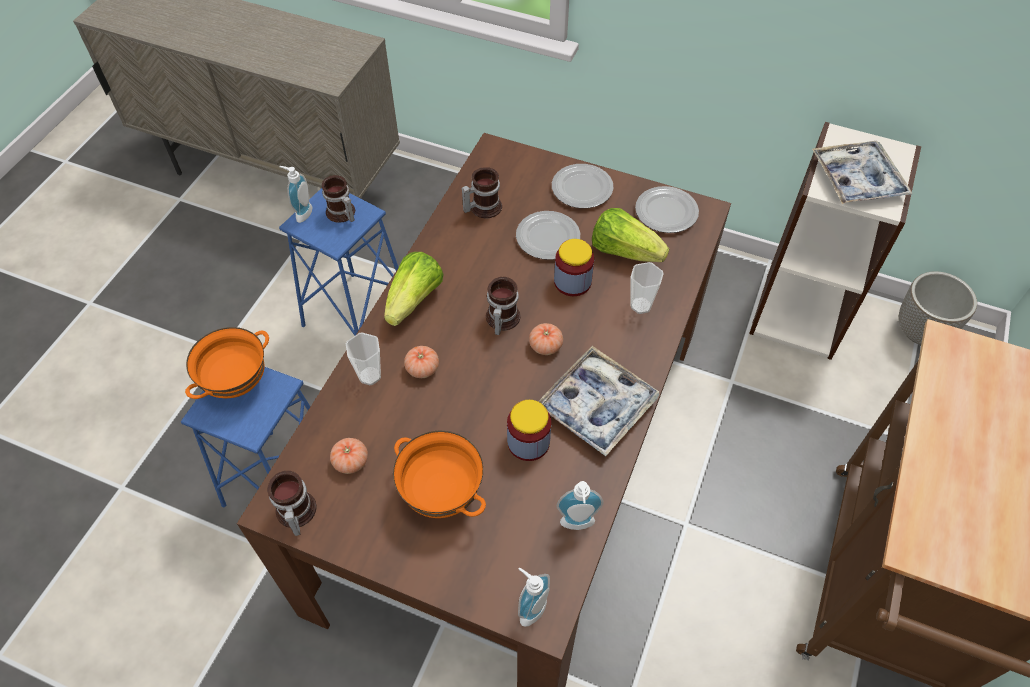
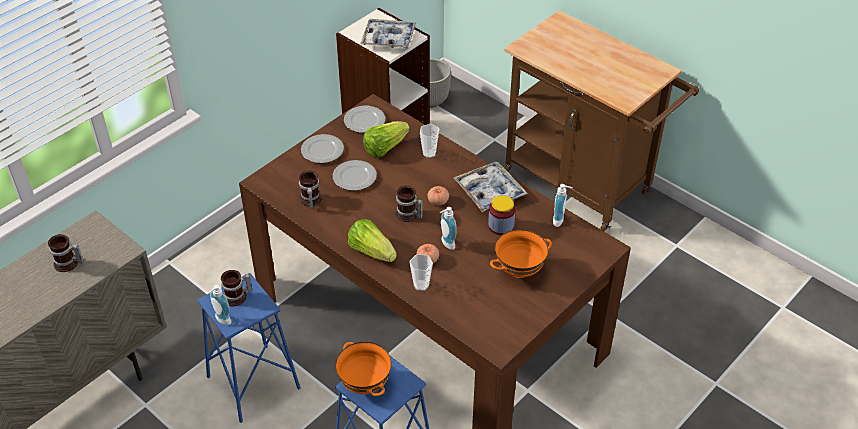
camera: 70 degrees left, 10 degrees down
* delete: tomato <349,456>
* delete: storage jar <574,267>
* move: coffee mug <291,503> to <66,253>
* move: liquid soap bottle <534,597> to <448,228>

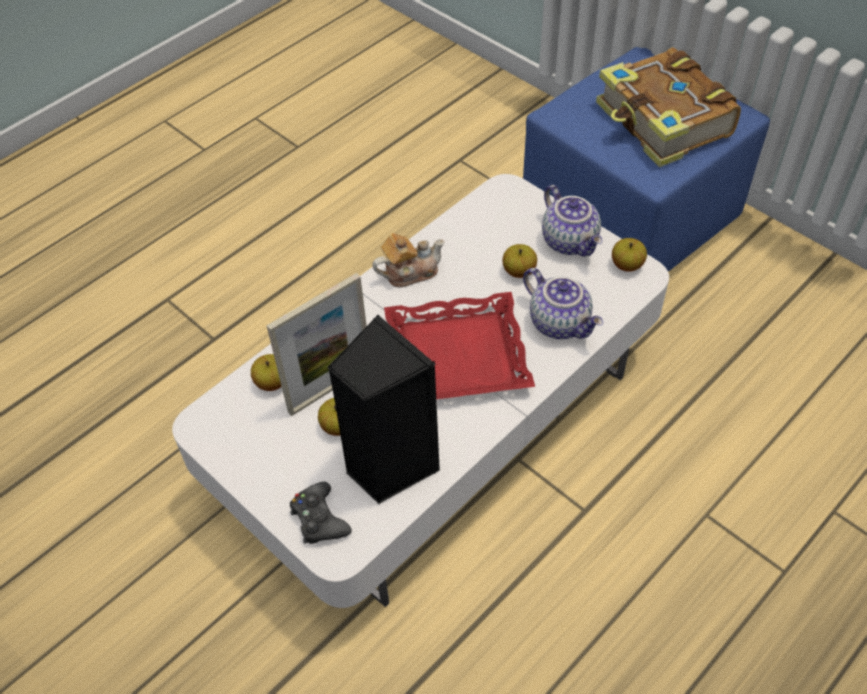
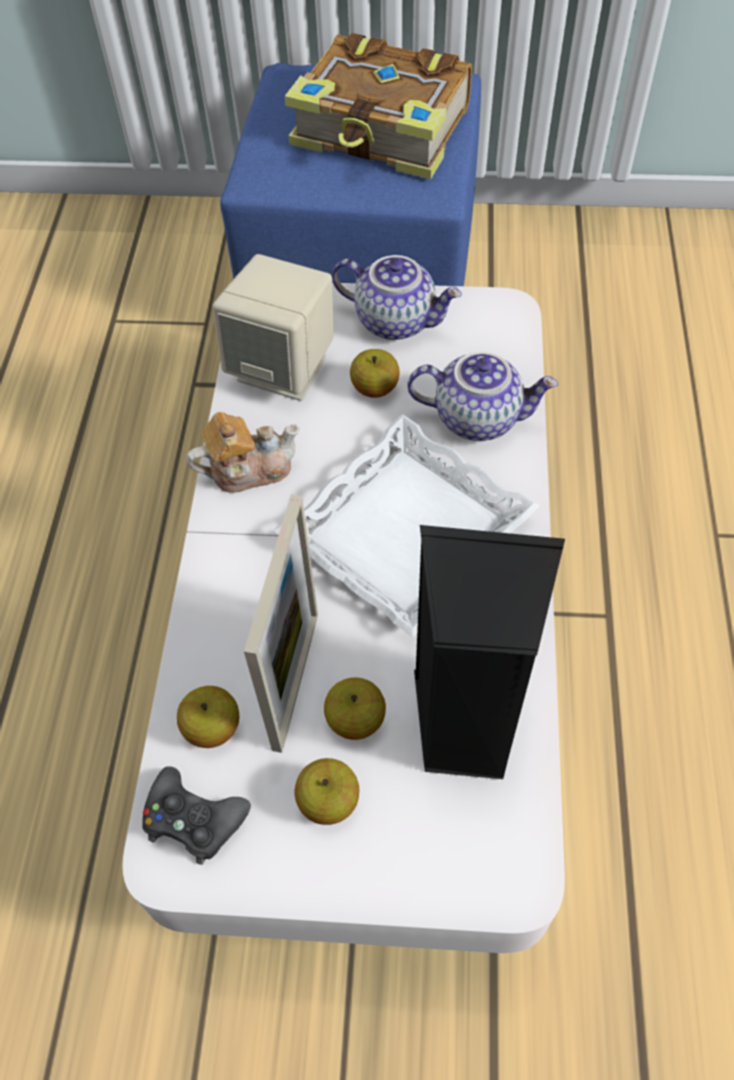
camera: 40 degrees left, 5 degrees up
* insert: beige audio speaker <273,327>
* move: black gamepad <321,513> to <196,815>
* move: apple fruit <629,255> to <326,791>
* recolor: reddish serving tray <459,345> to white serving tray <406,526>
* rotate: teapot <408,260> = <243,452> 45 degrees clockwise

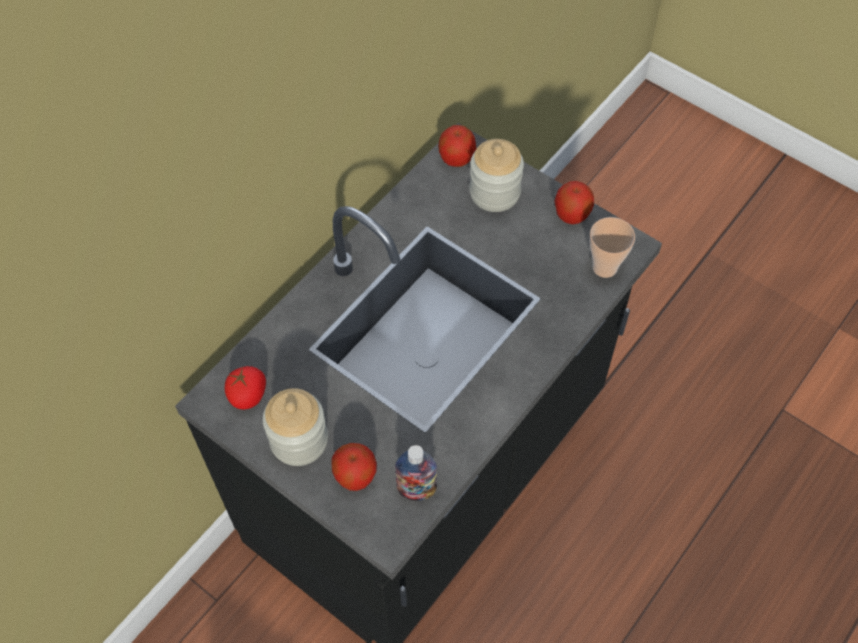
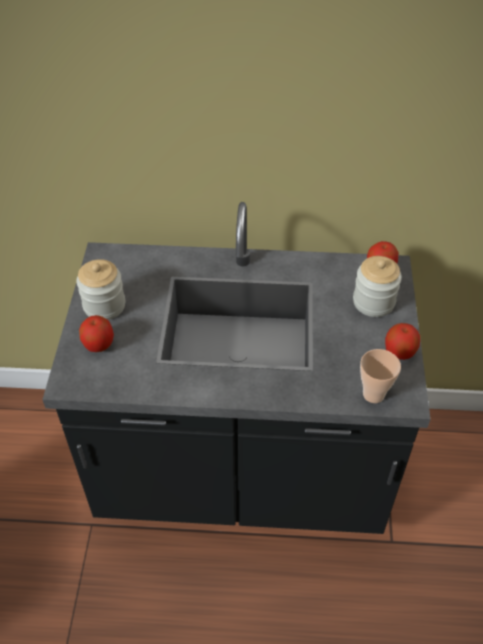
camera: 55 degrees right, 10 degrees down
* delete: tomato <245,387>
* delete: bottle <416,473>

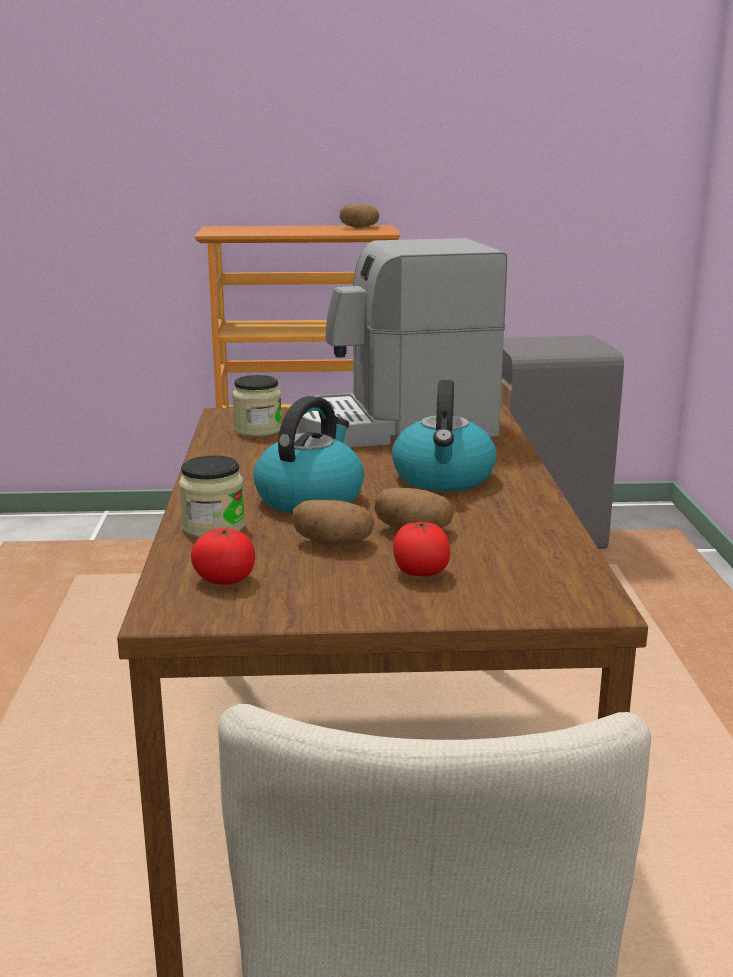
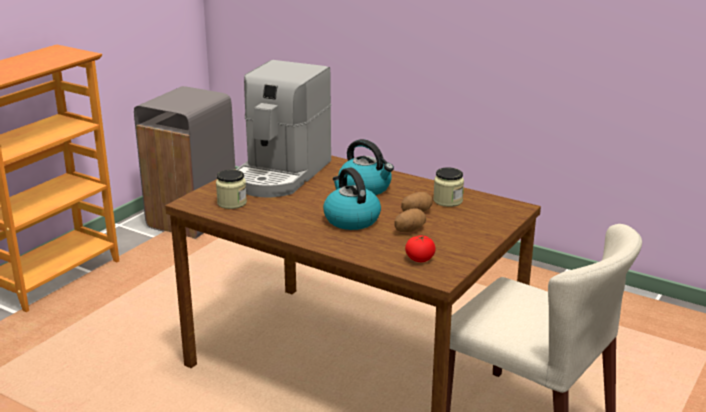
camera: 55 degrees left, 5 degrees up
* delete: potato <359,216>
* delete: tomato <421,548>
* move: storage jar <211,497> to <448,187>

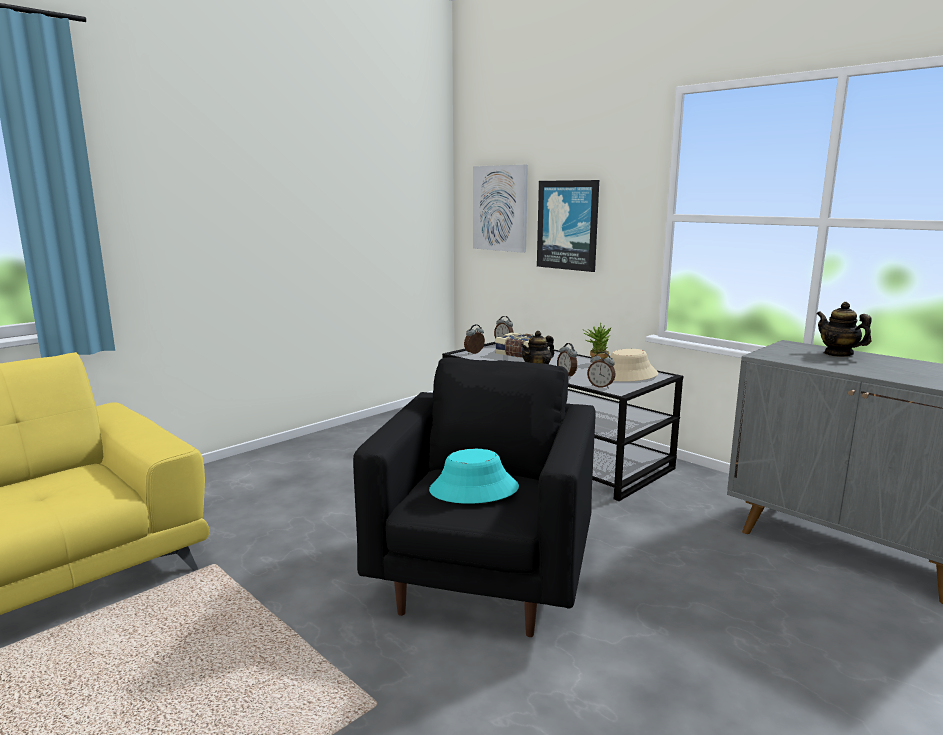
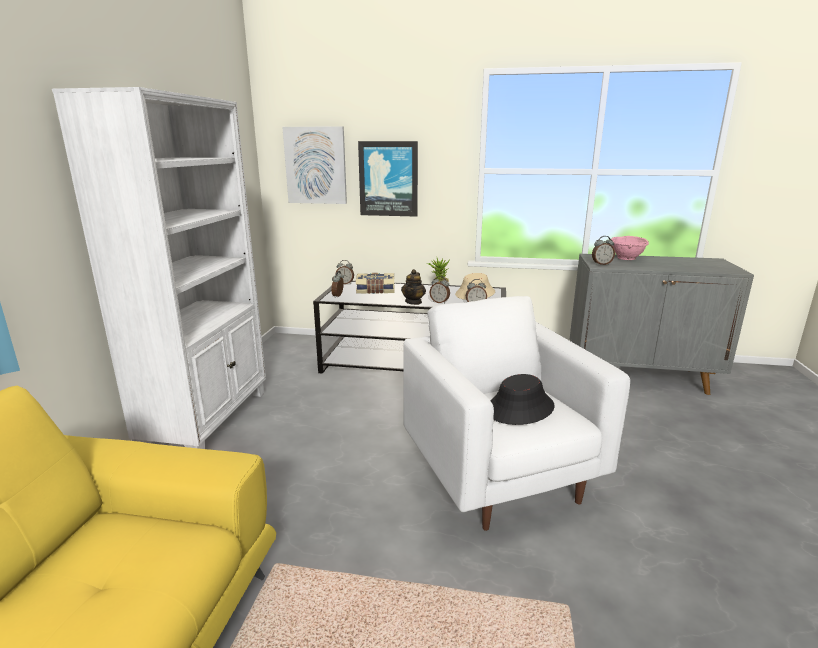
camera: 35 degrees left, 5 degrees up
* insert: white bookcase <159,268>
* insert: bedside clock <603,250>
* replace: teapot <844,329> to pink serving bowl <630,248>
* recolor: black easy chair <474,497> to white easy chair <516,413>
* recolor: turquoise clothing hat <474,476> to black clothing hat <523,399>

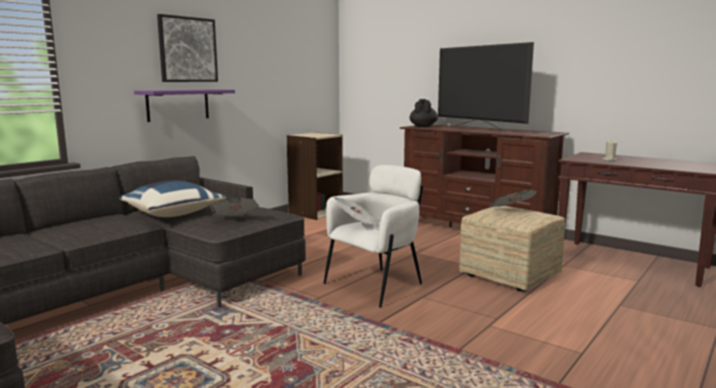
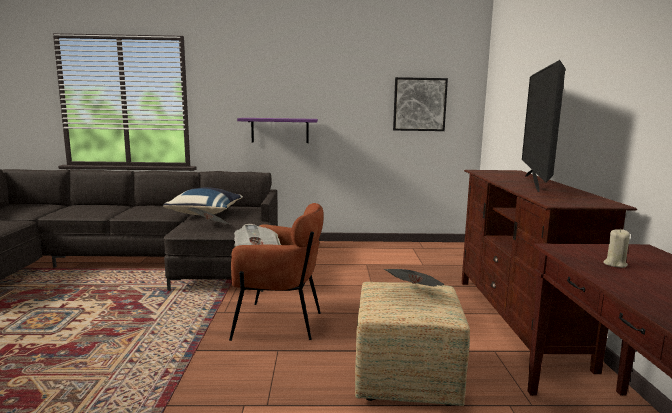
camera: 50 degrees right, 0 degrees up
* delete: beige bookcase <315,176>
* delete: black teapot <424,113>
* move: wall picture <187,48> to <420,104>
* recolor: white easy chair <373,236> to brown-coloured easy chair <276,272>

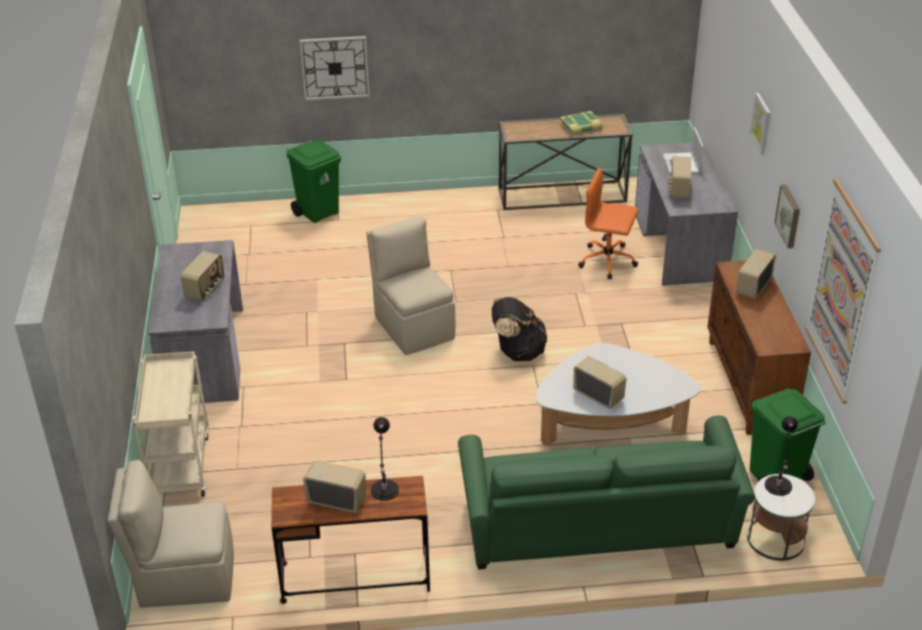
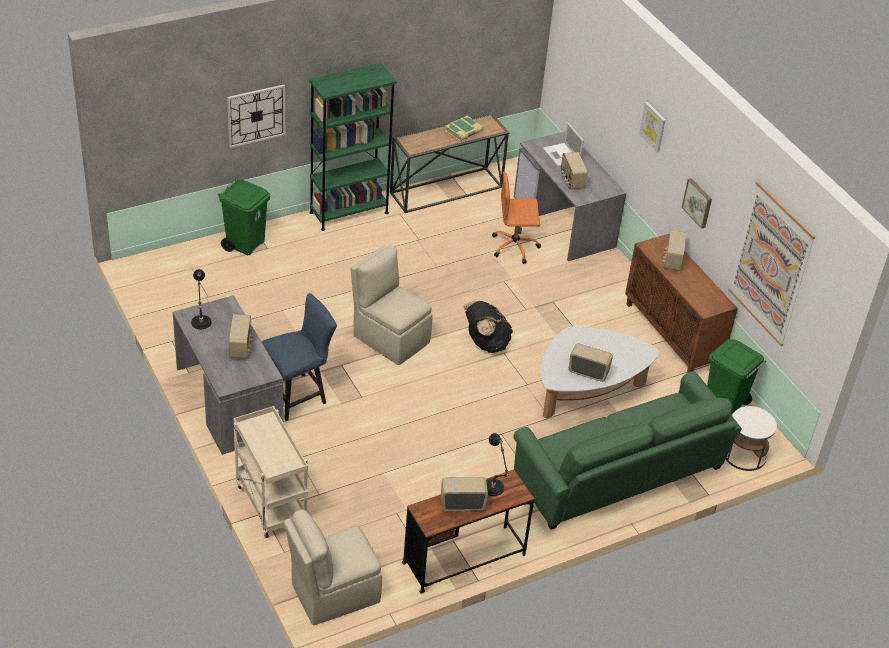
camera: 25 degrees left, 5 degrees up
* insert: blue upright chair <299,357>
* insert: green-coloured bookcase <352,147>
* move: black table lamp <781,456> to <201,299>

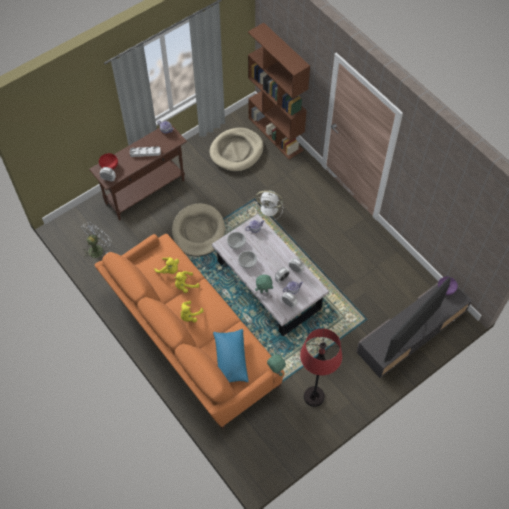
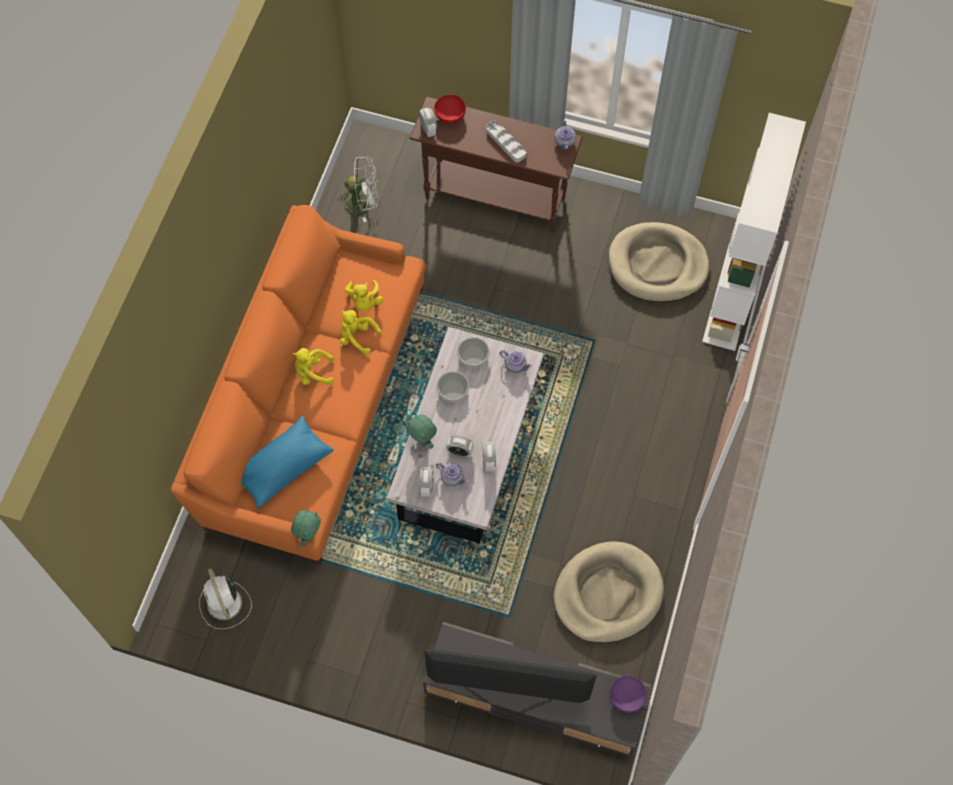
camera: 55 degrees right, 5 degrees up
* delete: reddish standard lamp <321,367>
* move: beige pet bed <198,230> to <609,592>
* move: white fan <269,204> to <225,598>
* recolor: brown-coloured bookcase <279,91> to white bookcase <754,232>

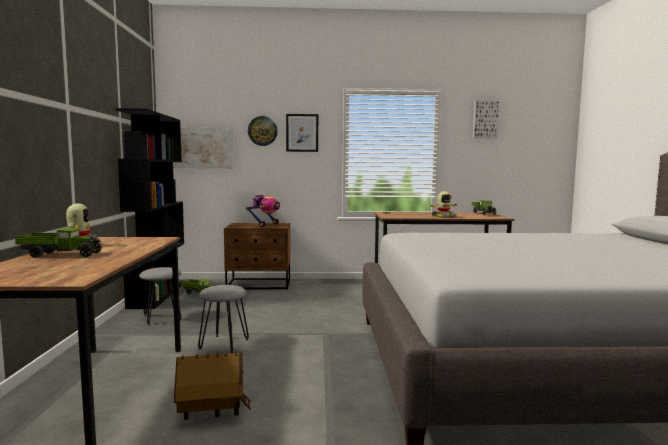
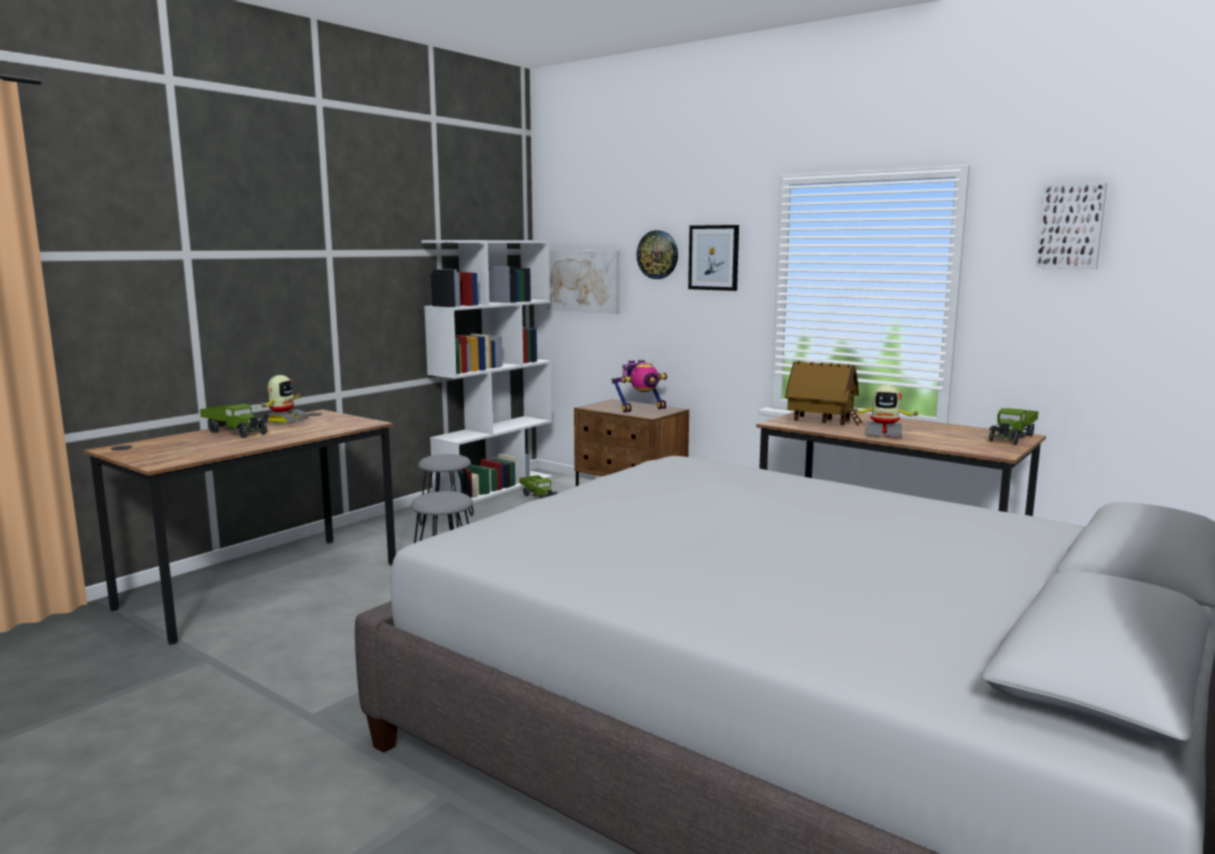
camera: 40 degrees right, 5 degrees up
* move: model house <212,386> to <824,393>
* recolor: black bookcase <149,208> to white bookcase <486,371>

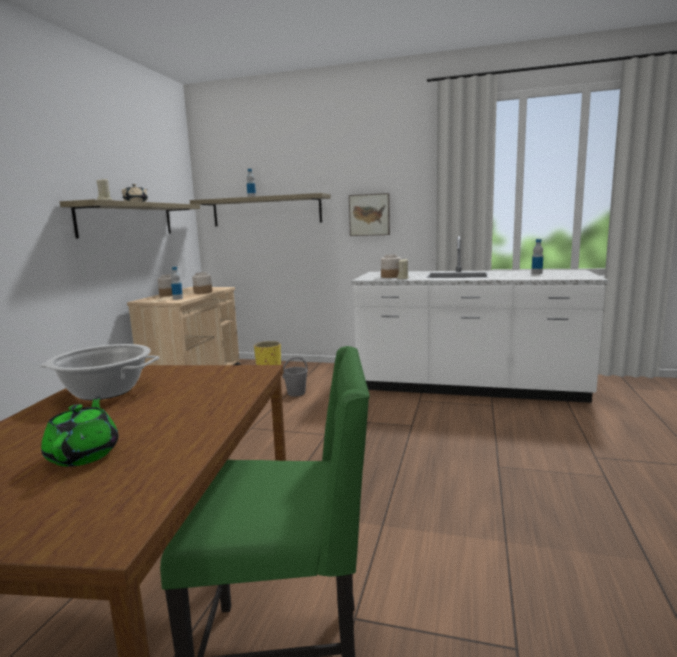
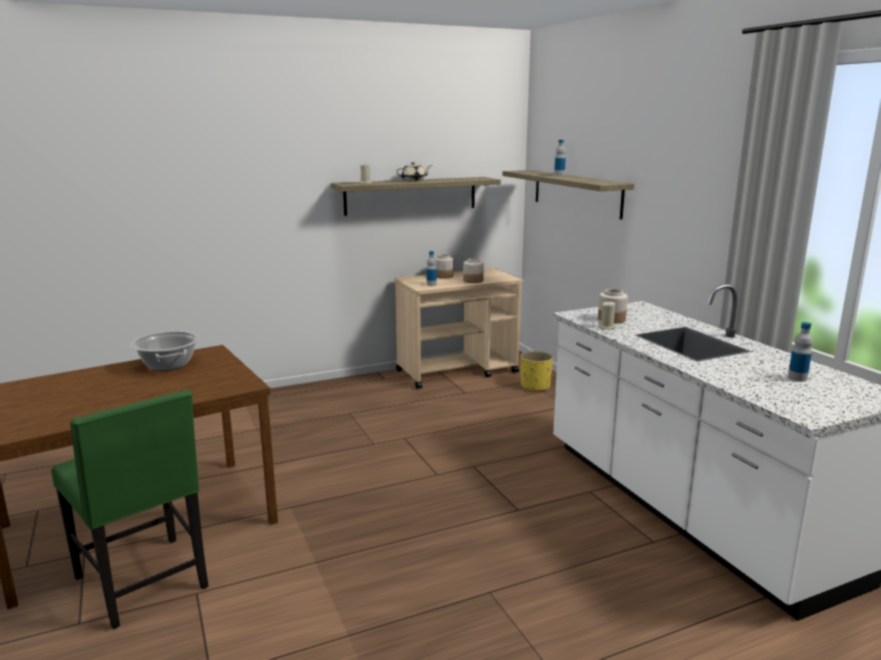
camera: 50 degrees right, 5 degrees up
* delete: green-coloured teapot <79,431>
* delete: gray pail <295,376>
* delete: wall picture <369,214>

